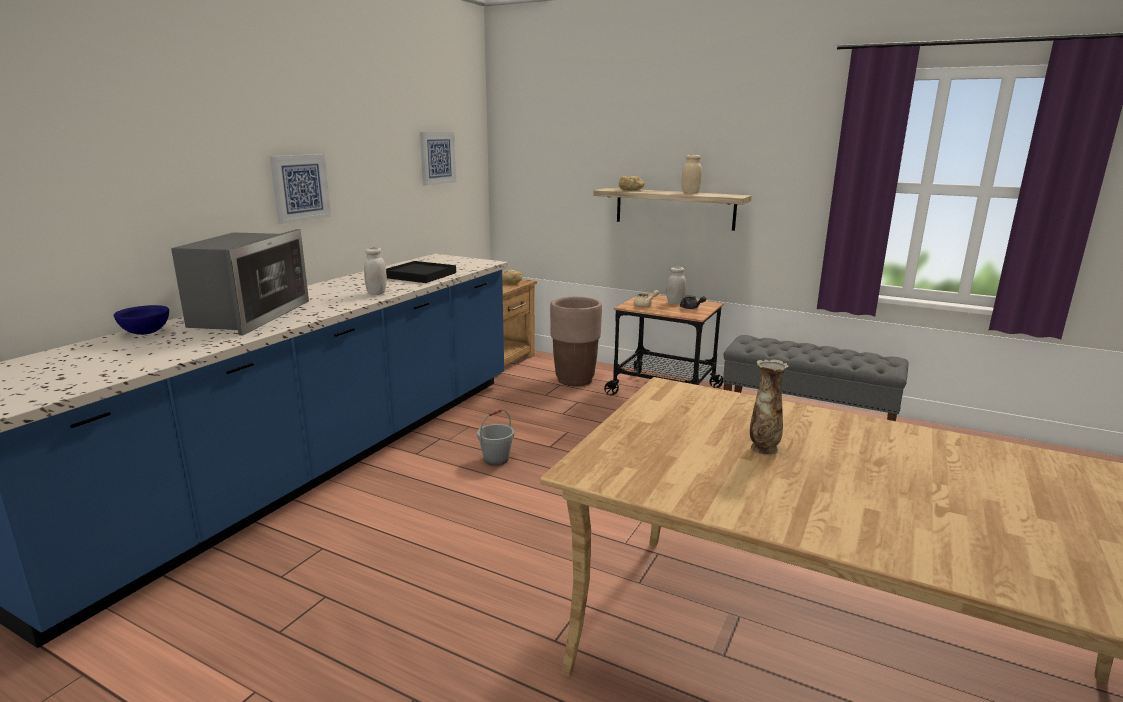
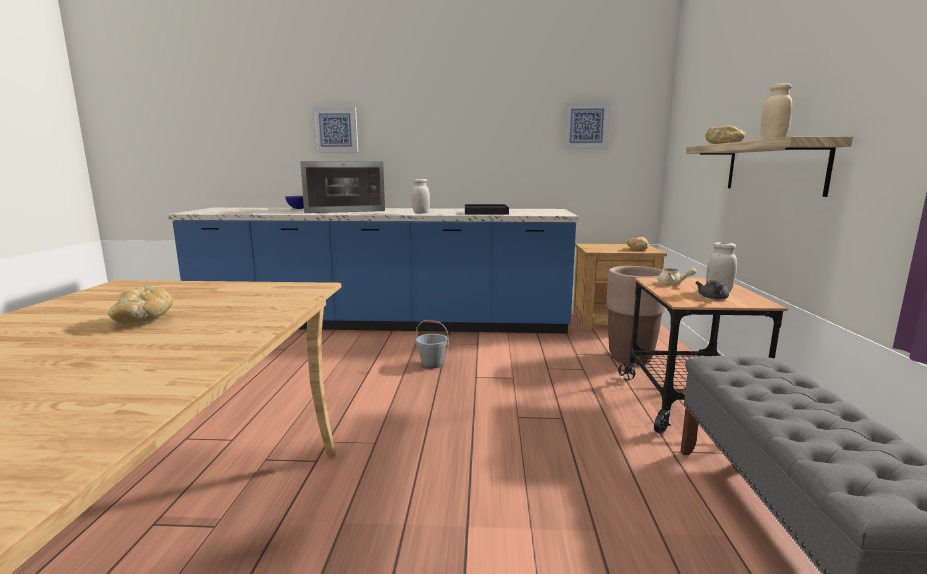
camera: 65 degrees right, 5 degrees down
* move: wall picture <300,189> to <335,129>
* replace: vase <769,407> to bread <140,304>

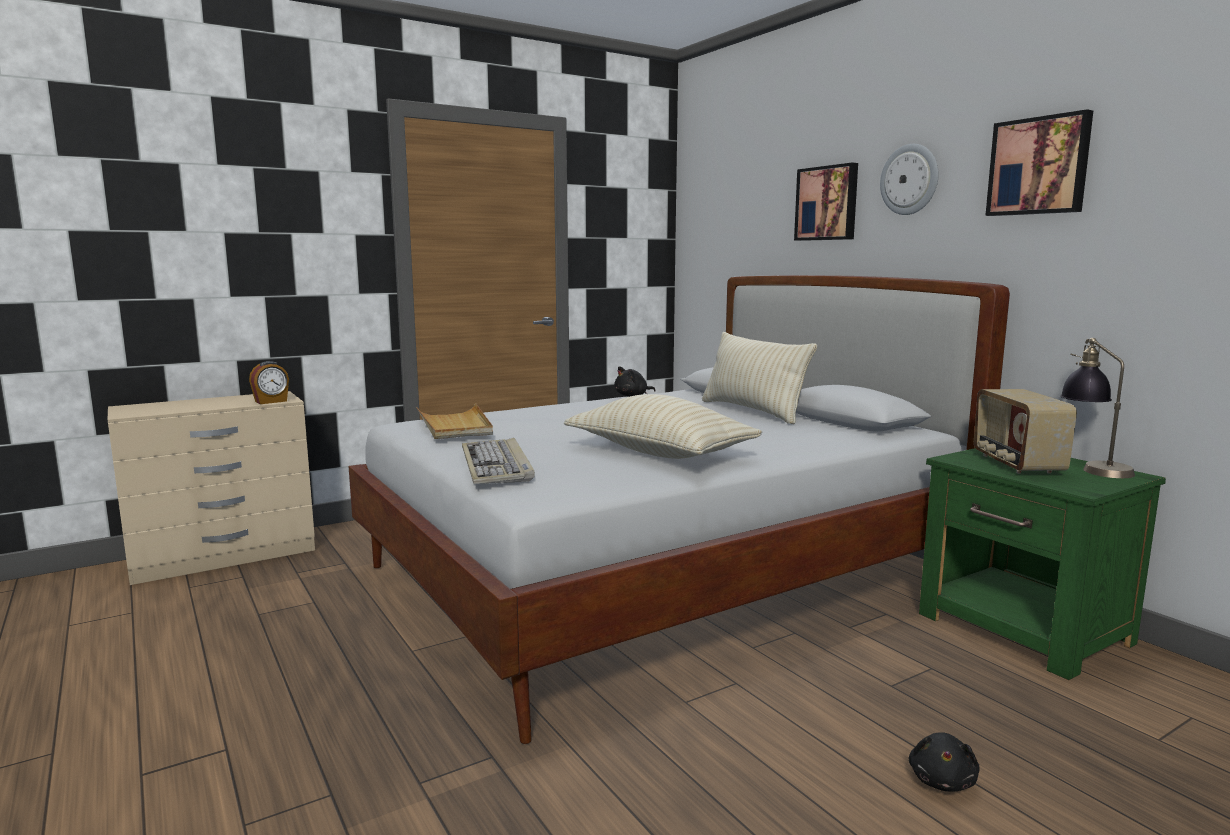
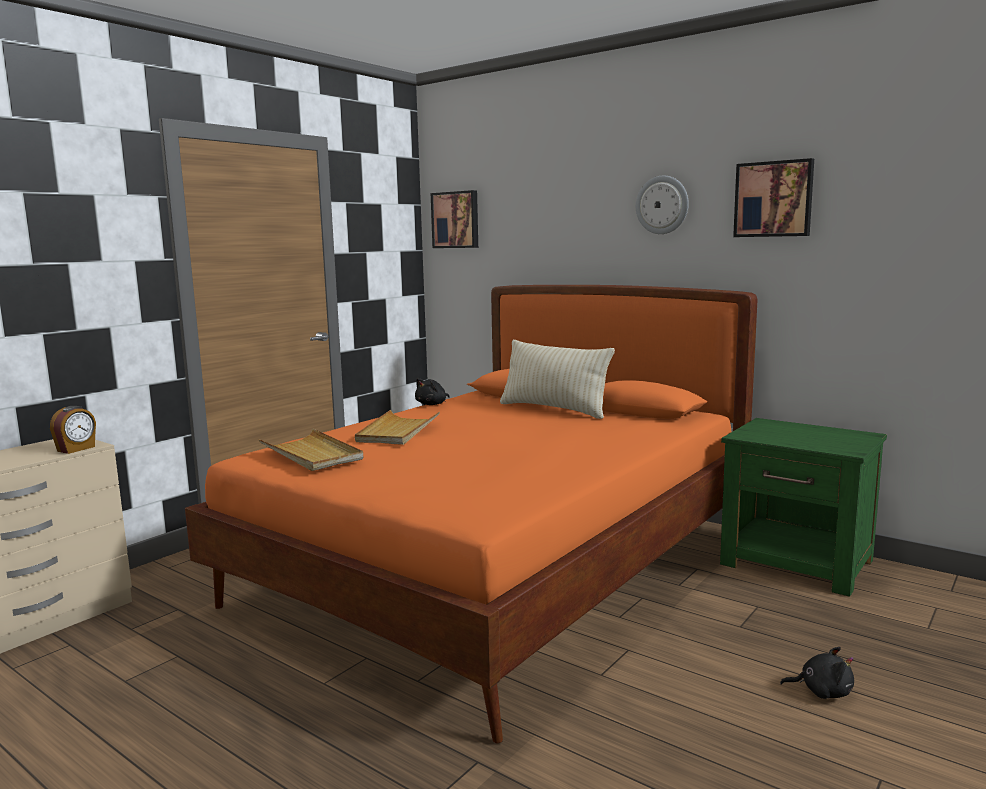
camera: 20 degrees left, 0 degrees up
* delete: PC keyboard <498,461>
* delete: beige cushion <663,426>
* delete: radio set <1025,431>
* delete: table lamp <1097,408>
* insert: beige serving tray <397,427>
* move: wall picture <826,202> to <454,219>
* recolor: white bed <679,509> to orangey bed <471,514>
* rotate: black cuddly toy <944,761> = <817,673> 75 degrees counterclockwise

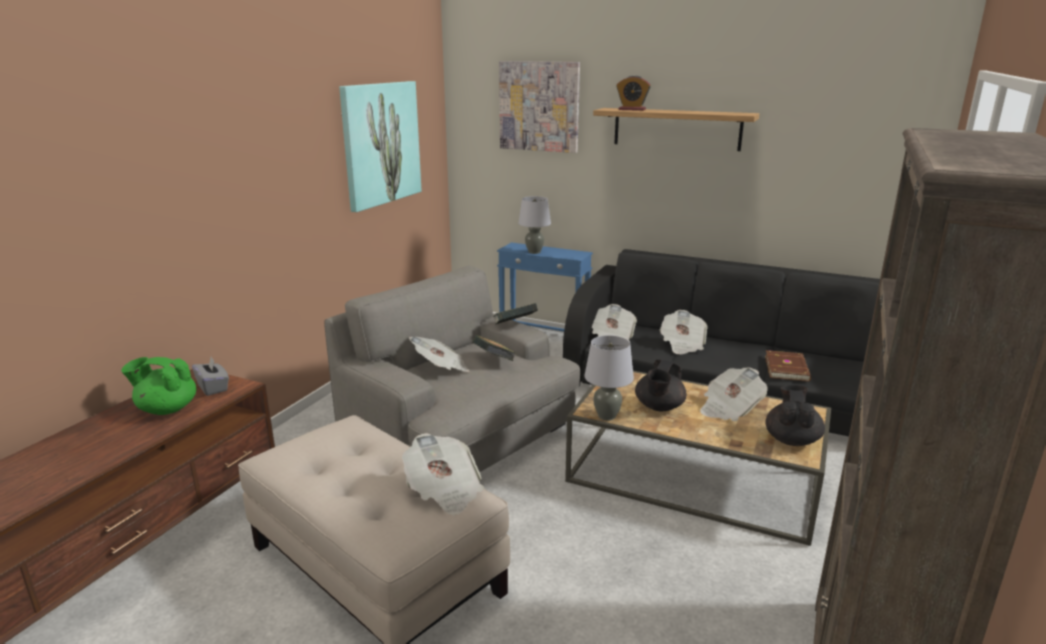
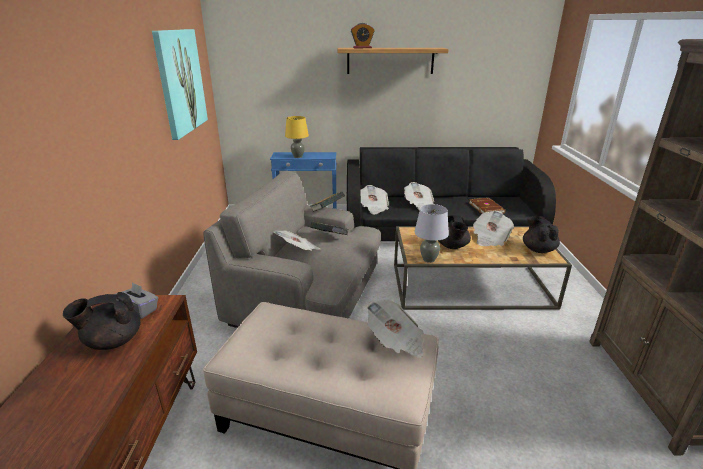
camera: 25 degrees left, 5 degrees up
* delete: wall picture <539,107>
* recolor: green-coloured teapot <158,386> to black teapot <102,321>
* recolor: gray table lamp <534,225> to yellowish table lamp <297,137>

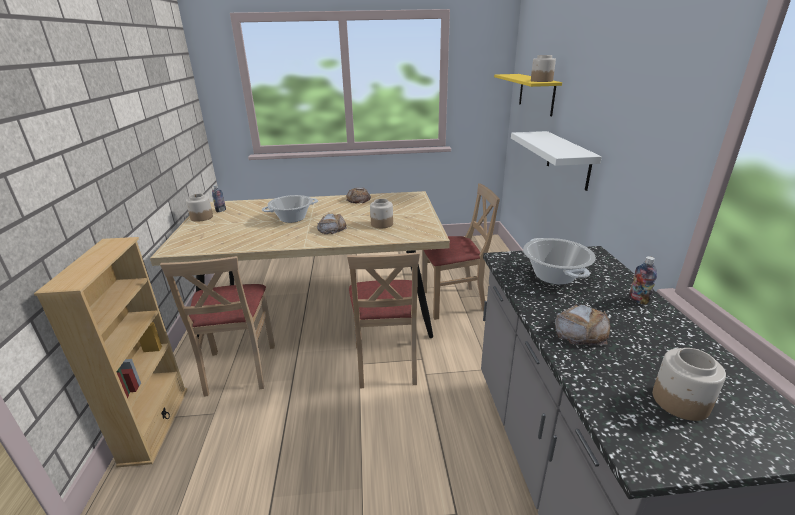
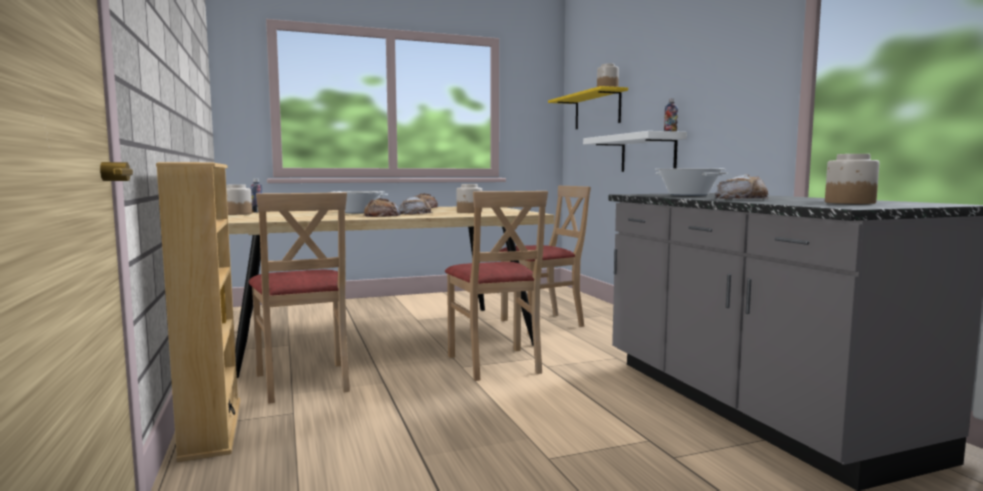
camera: 15 degrees left, 20 degrees down
* insert: bread <382,207>
* move: bottle <643,280> to <671,115>

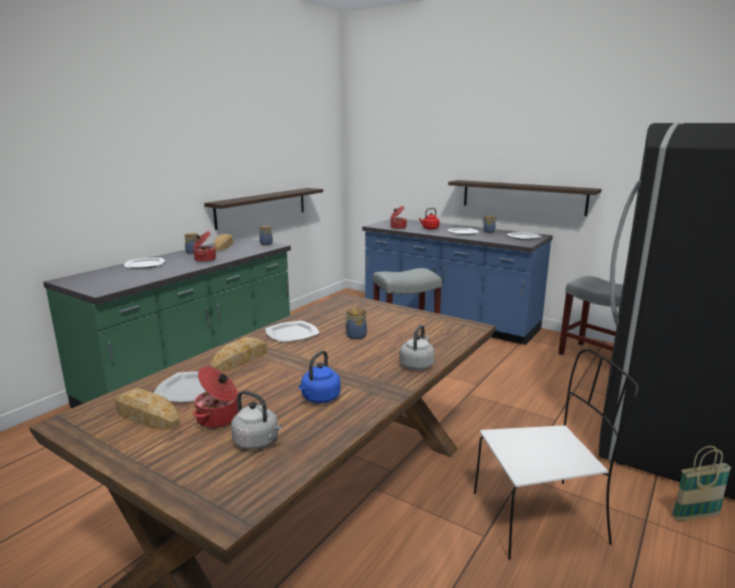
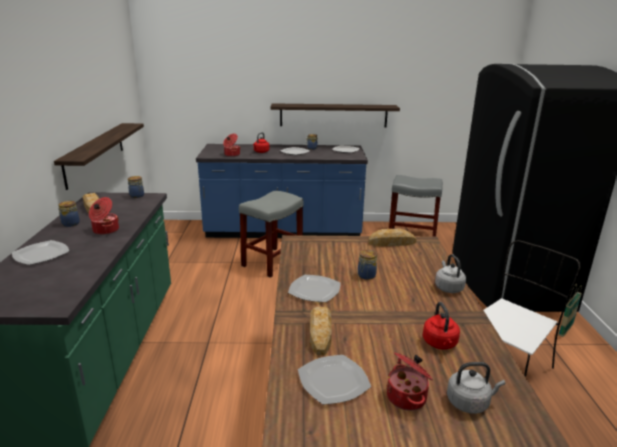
camera: 35 degrees left, 5 degrees up
* move: bread <147,409> to <392,237>
* recolor: blue kettle <319,376> to reddish kettle <441,326>

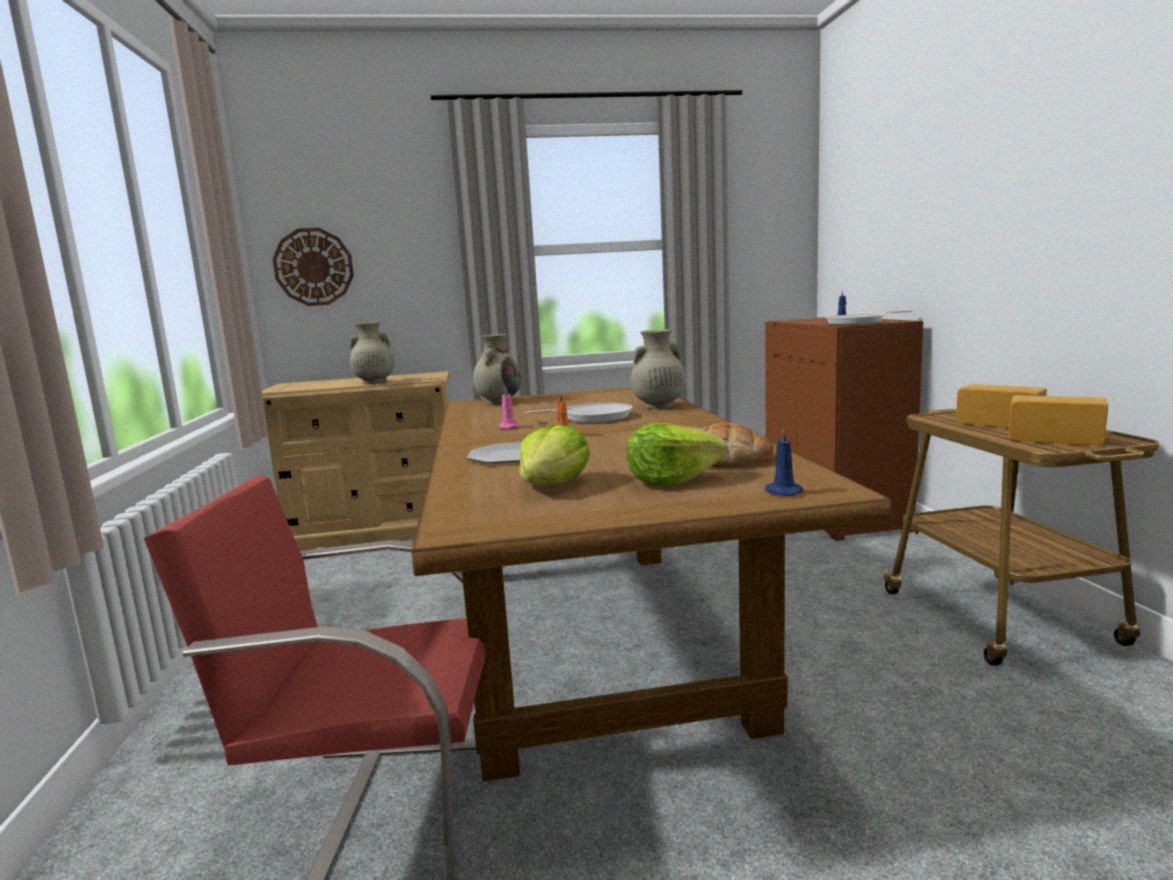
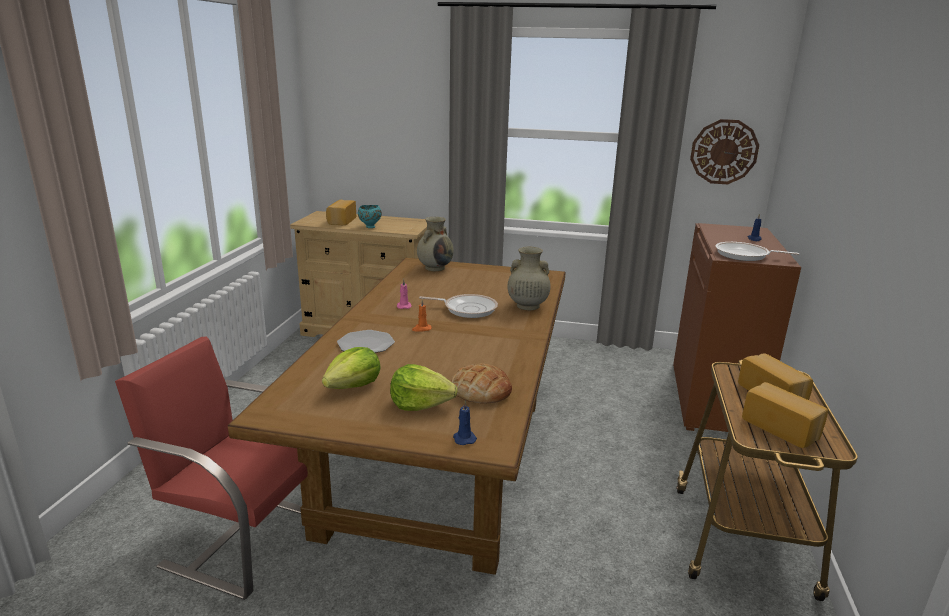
camera: 20 degrees right, 10 degrees up
* insert: bread <341,212>
* move: clock on the wall <313,267> to <724,151>
* replace: beige vase <372,353> to turquoise serving bowl <370,216>

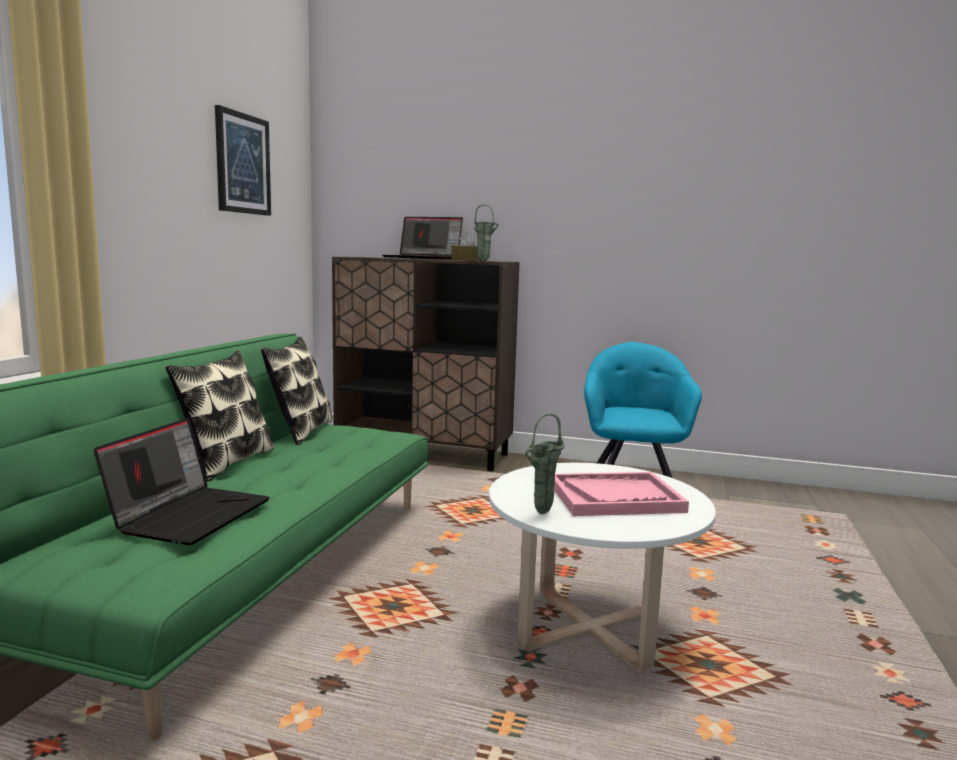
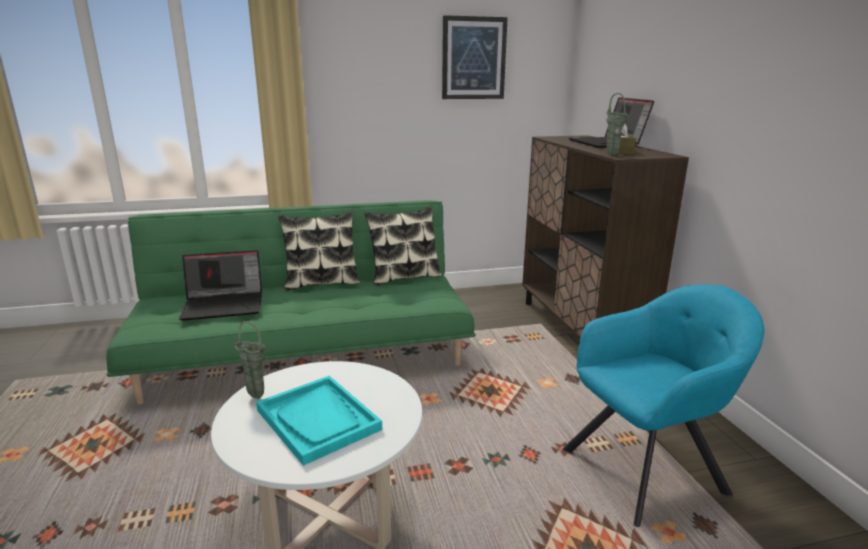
camera: 60 degrees right, 10 degrees up
* recolor: pink serving tray <621,494> to turquoise serving tray <319,421>

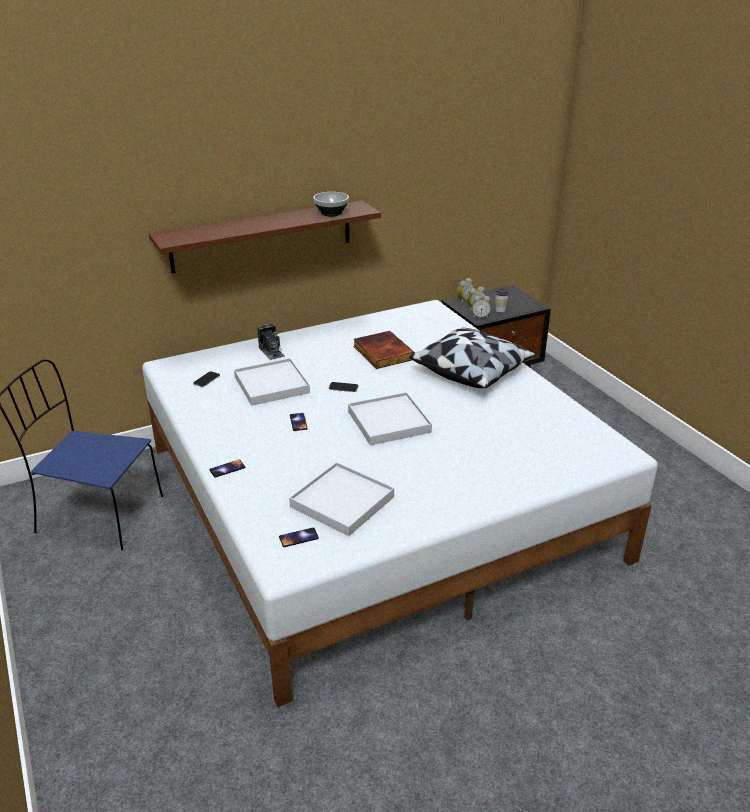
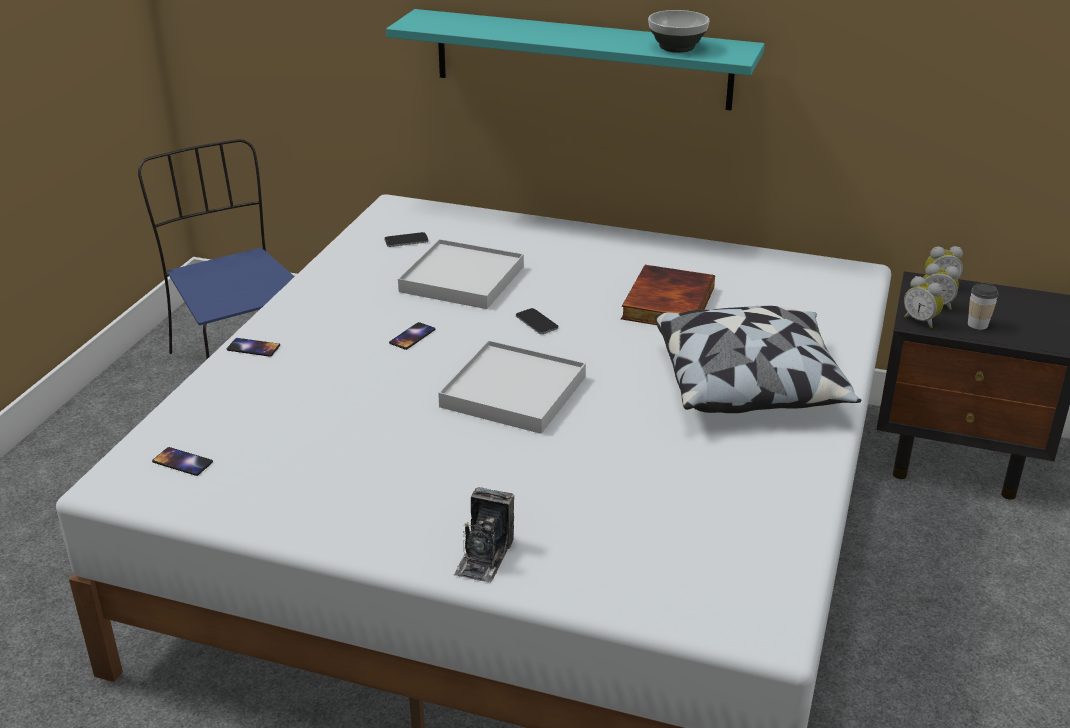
camera: 45 degrees right, 0 degrees up
* delete: white serving tray <341,499>
* move: photo camera <271,341> to <483,535>
* recolor: brown-coloured wall shelf <265,236> to turquoise wall shelf <575,59>

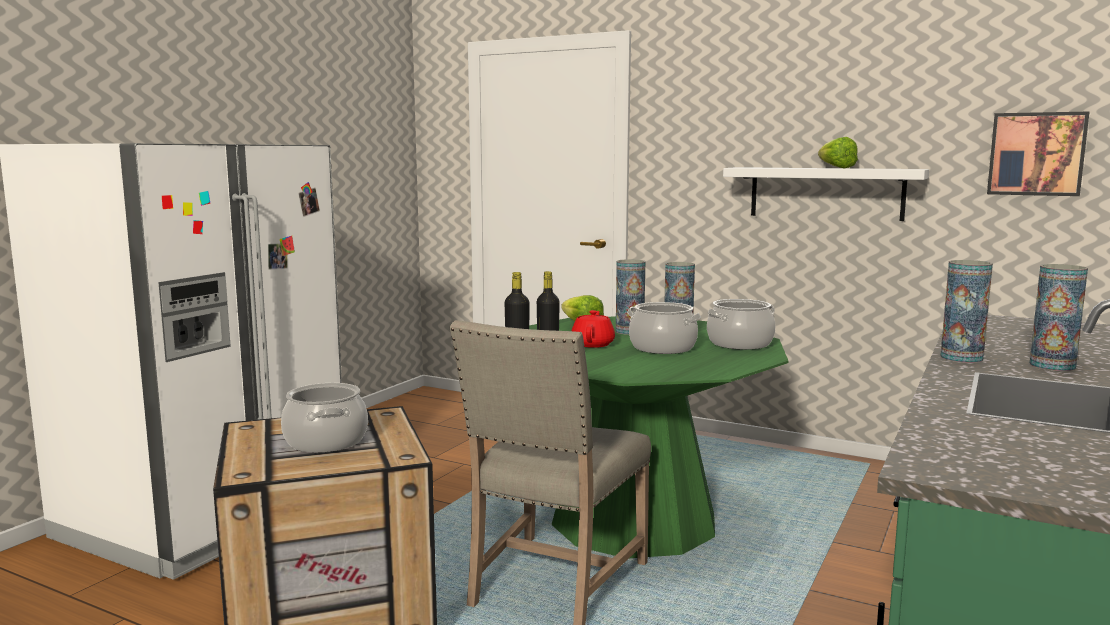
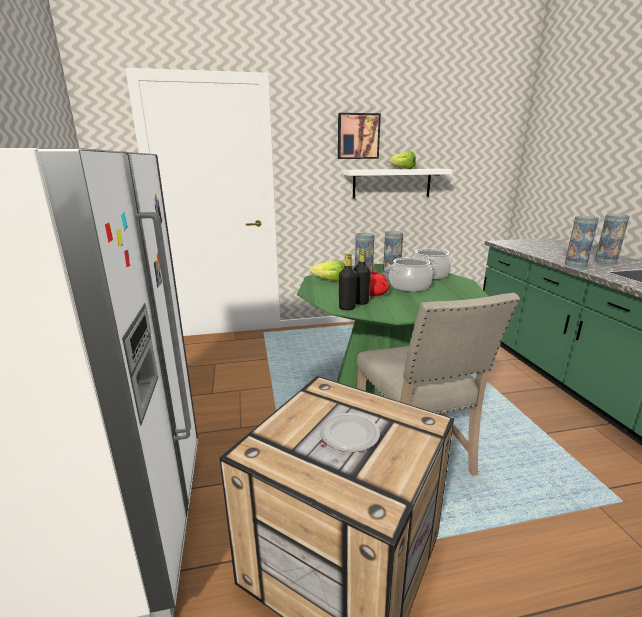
camera: 40 degrees left, 10 degrees up
* move: wall picture <1038,154> to <359,136>
* replace: saucepot <324,418> to plate <350,432>

